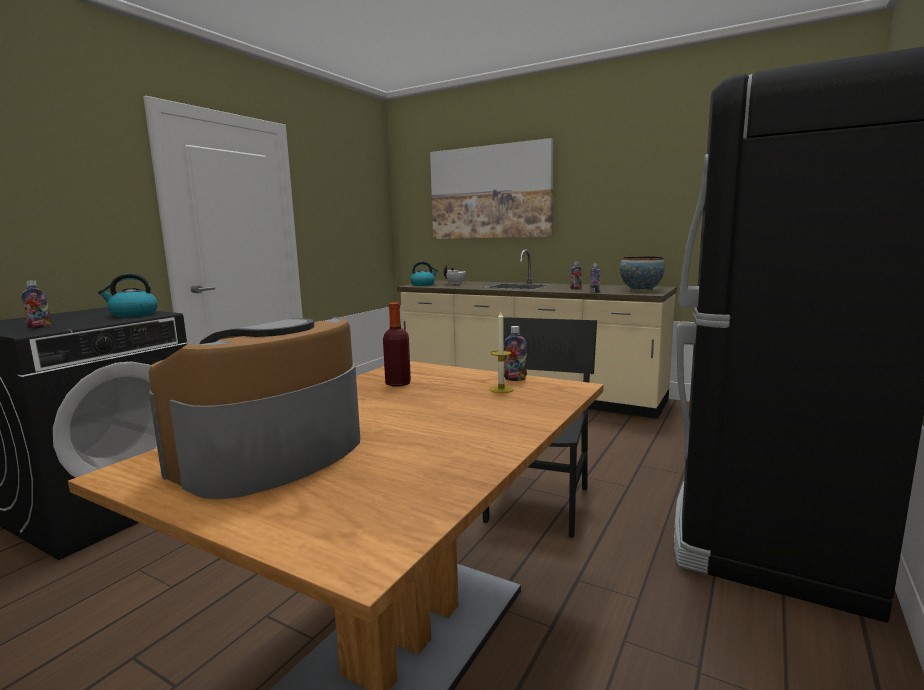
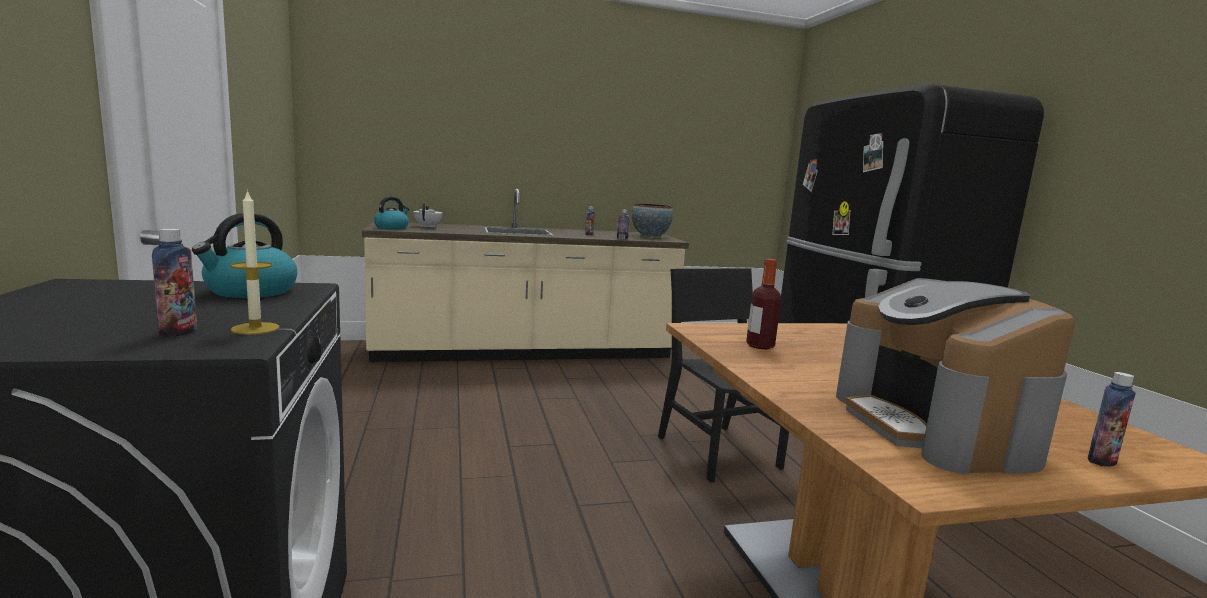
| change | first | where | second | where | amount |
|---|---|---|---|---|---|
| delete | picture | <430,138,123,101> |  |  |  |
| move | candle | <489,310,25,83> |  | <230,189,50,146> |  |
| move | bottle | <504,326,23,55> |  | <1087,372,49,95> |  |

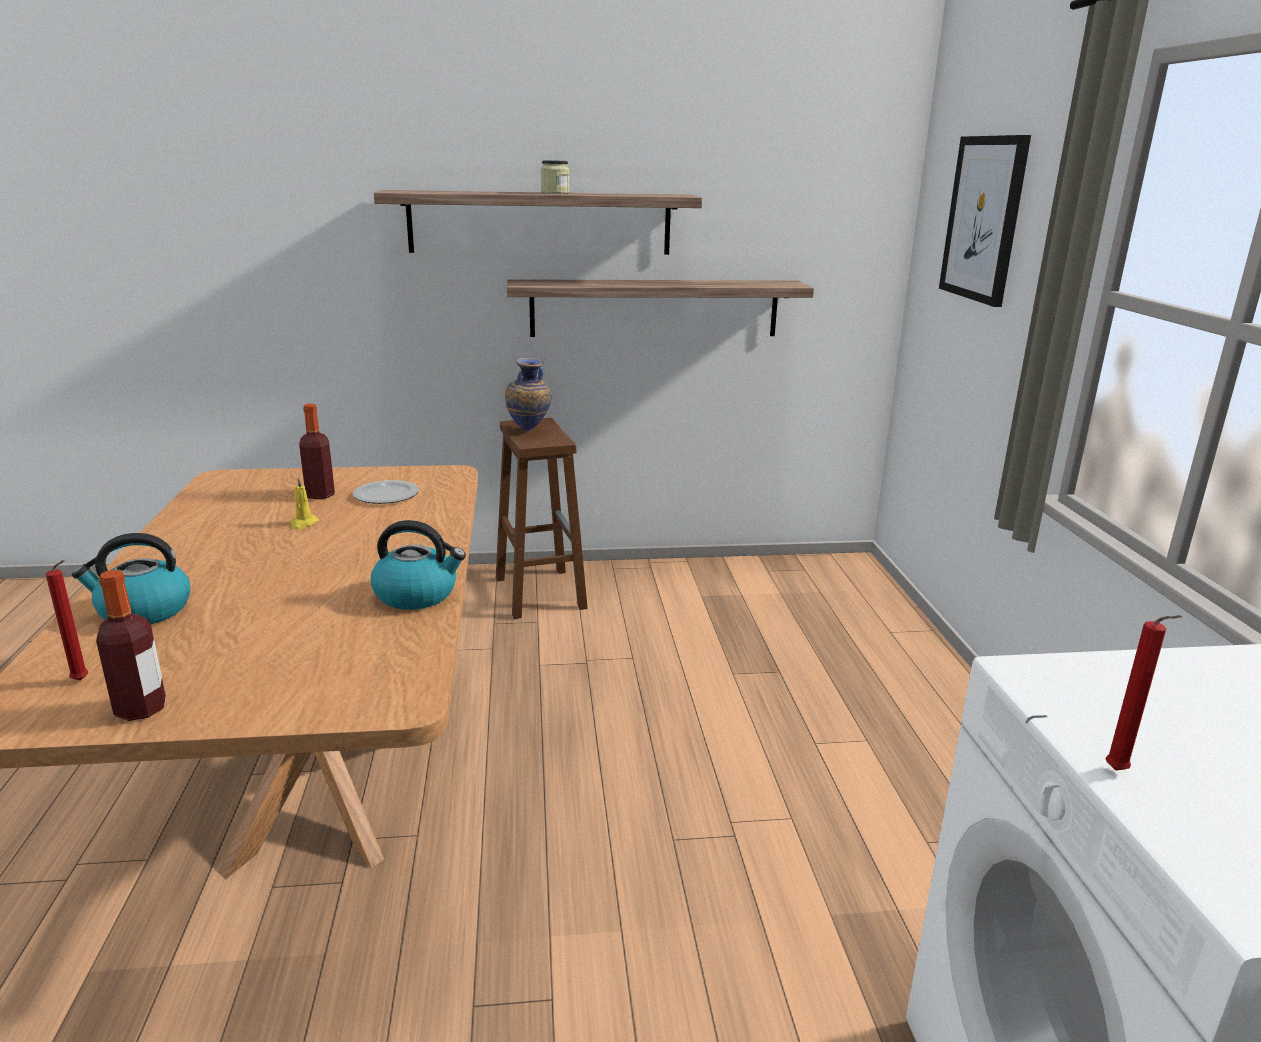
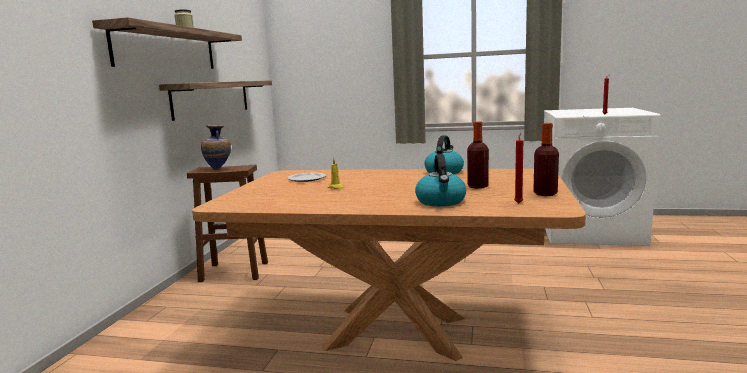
| change | first | where | second | where | amount |
|---|---|---|---|---|---|
| delete | picture | <939,135,92,172> |  |  |  |
| move | bottle | <299,404,36,95> |  | <467,122,22,67> |  |

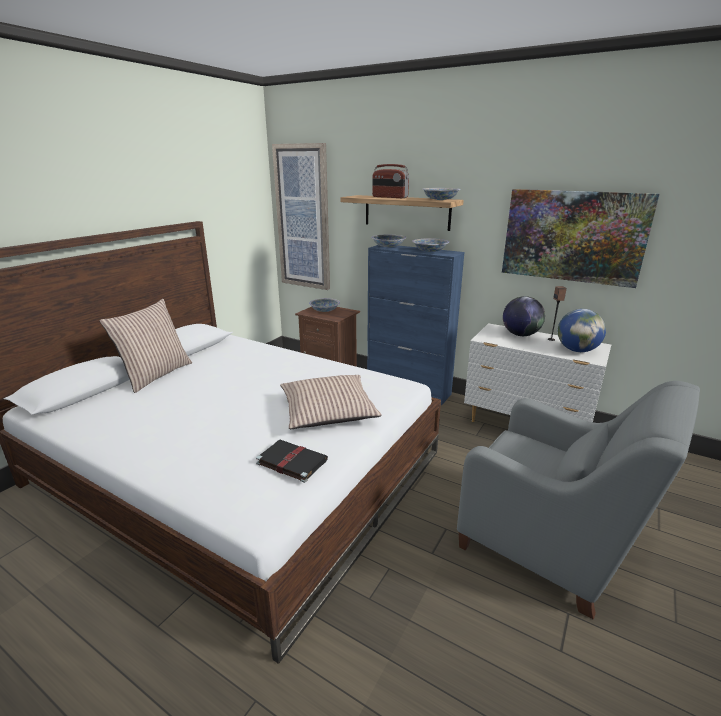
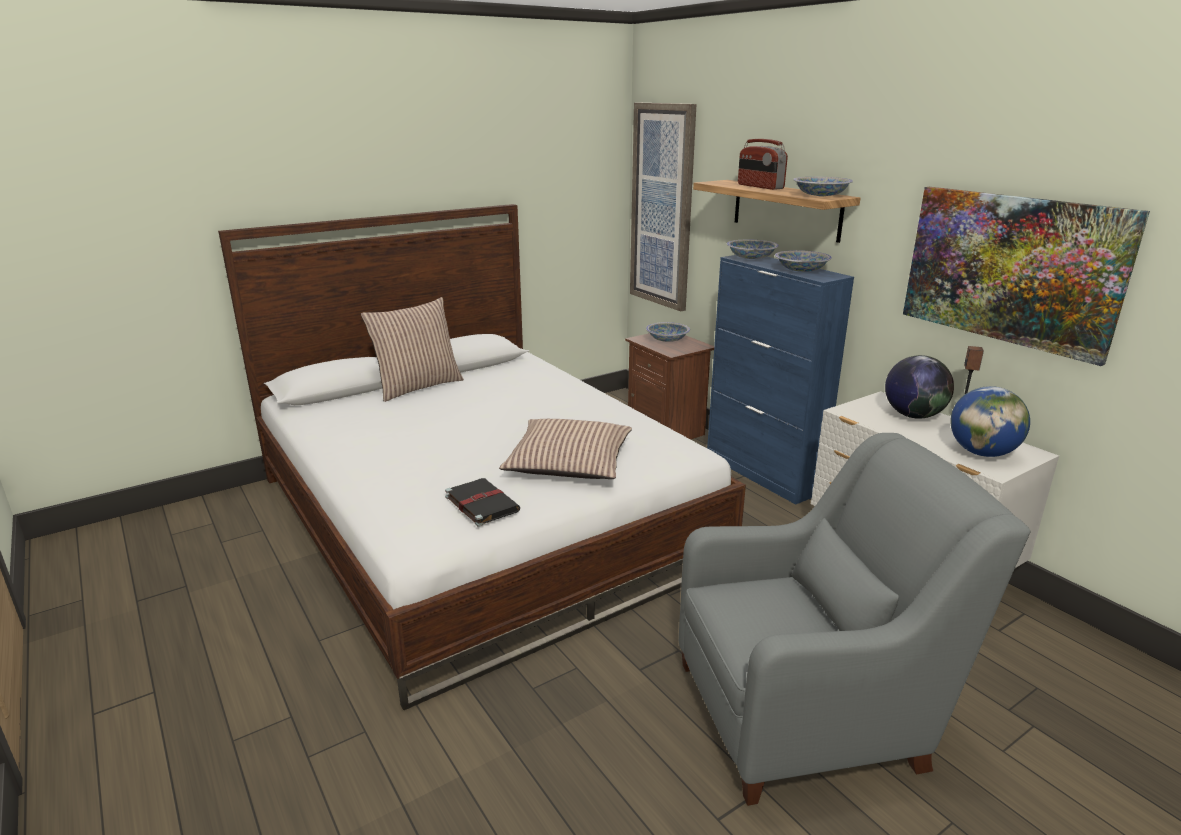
| change | first | where | second | where | amount |
|---|---|---|---|---|---|
| rotate | armchair (grey) | <457,381,243,239> |  | <679,433,352,373> | 75 degrees counterclockwise |

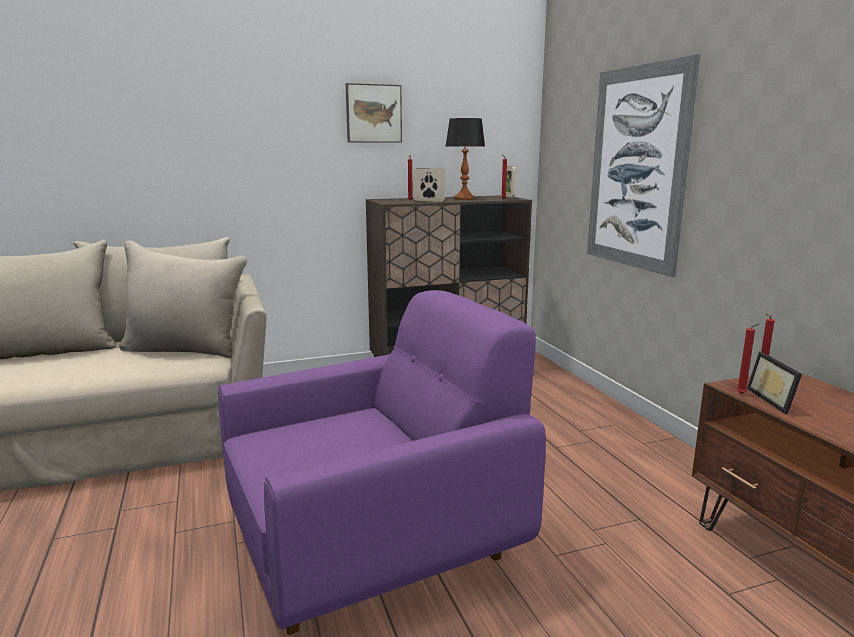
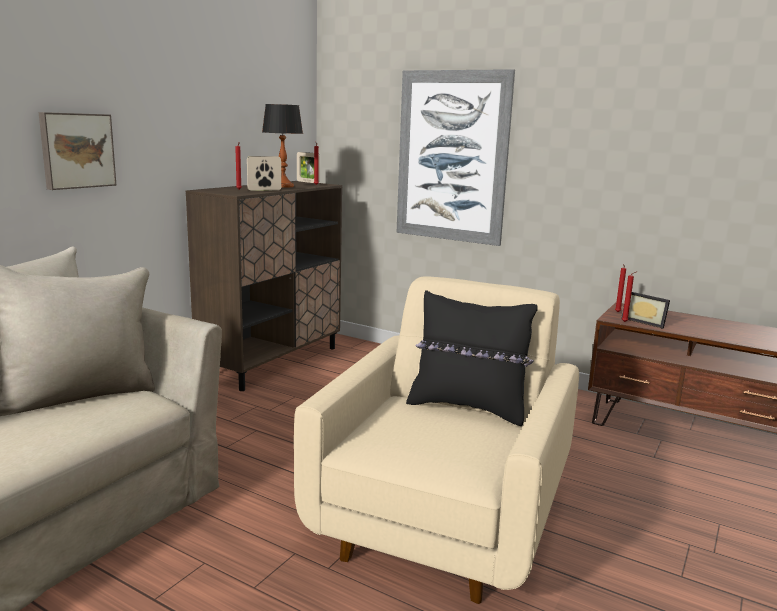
| change | first | where | second | where | amount |
|---|---|---|---|---|---|
| insert |  |  | pillow (black) | <406,290,132,136> |  |
| move | picture | <346,83,56,60> |  | <39,112,77,78> |  |
| recolor | armchair (purple) | <218,290,328,345> | armchair (beige) | <294,276,285,328> |  |

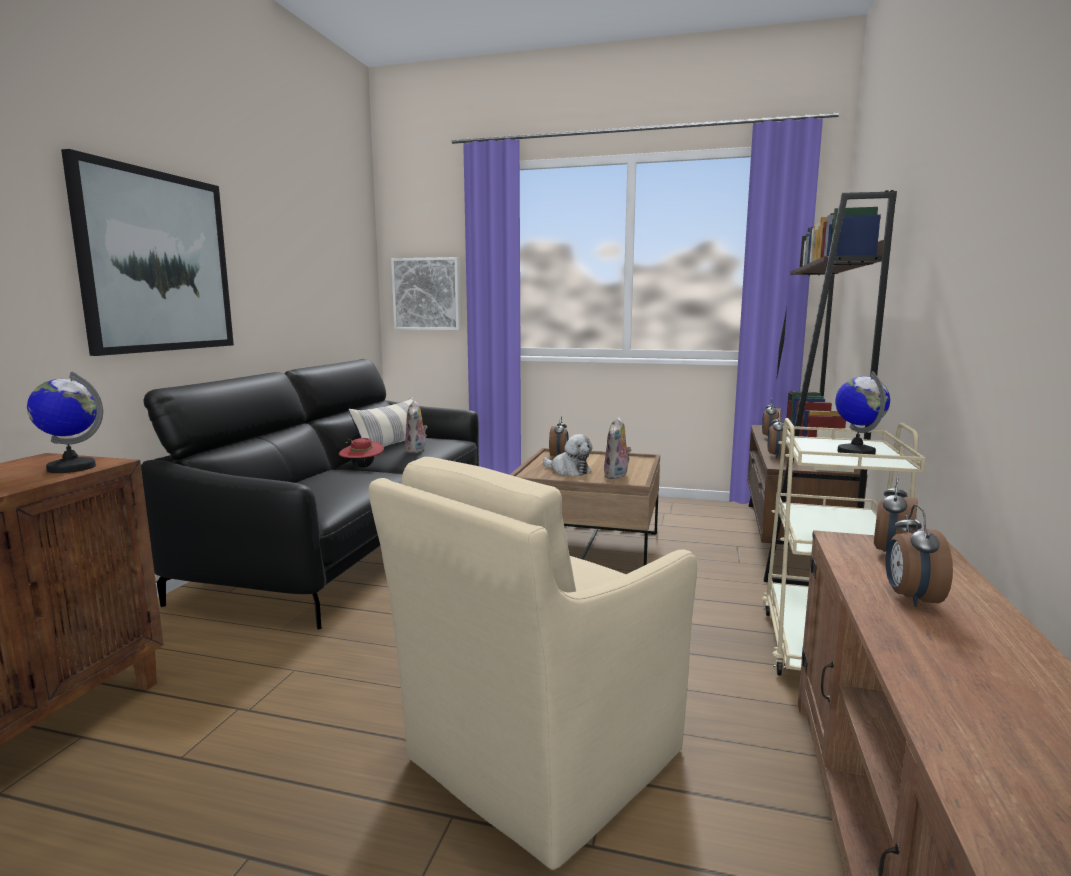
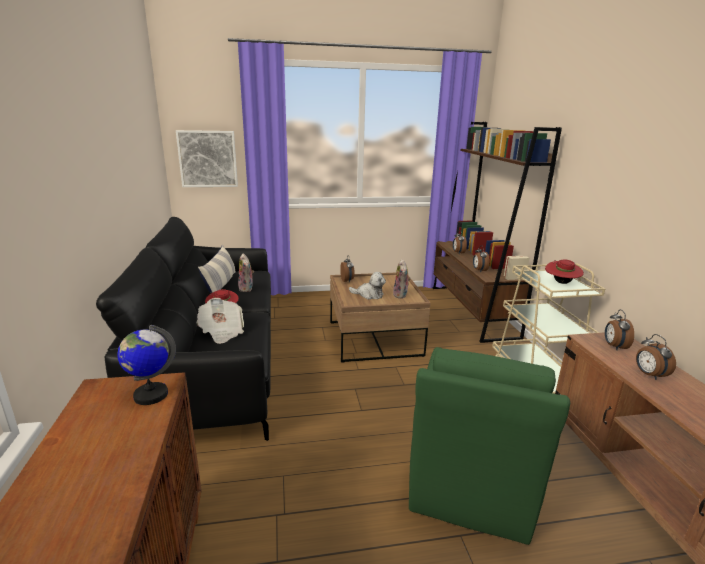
| change | first | where | second | where | amount |
|---|---|---|---|---|---|
| delete | picture | <61,149,173,207> |  |  |  |
| insert |  |  | newspaper | <196,298,48,46> |  |
| replace | globe | <835,371,55,83> | hat (red) | <545,260,39,24> |  |
| recolor | armchair (beige) | <369,457,328,413> | armchair (green) | <409,347,161,198> |  |

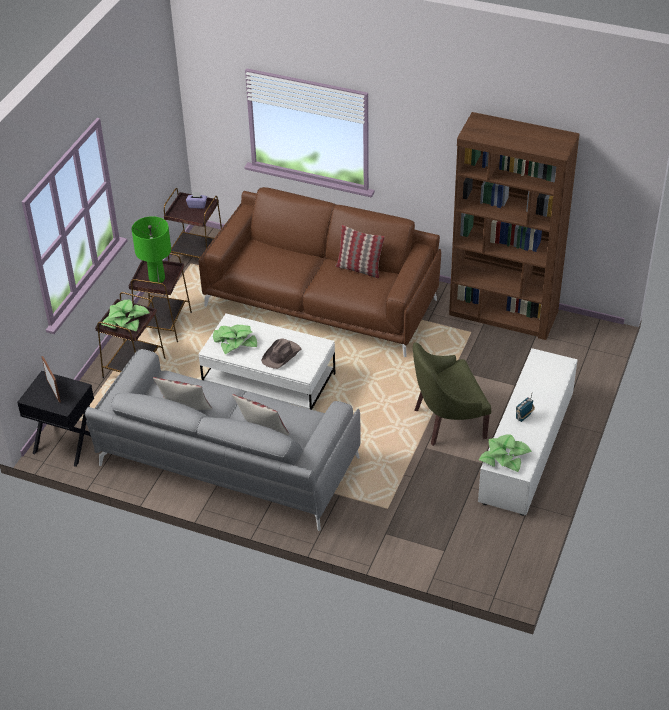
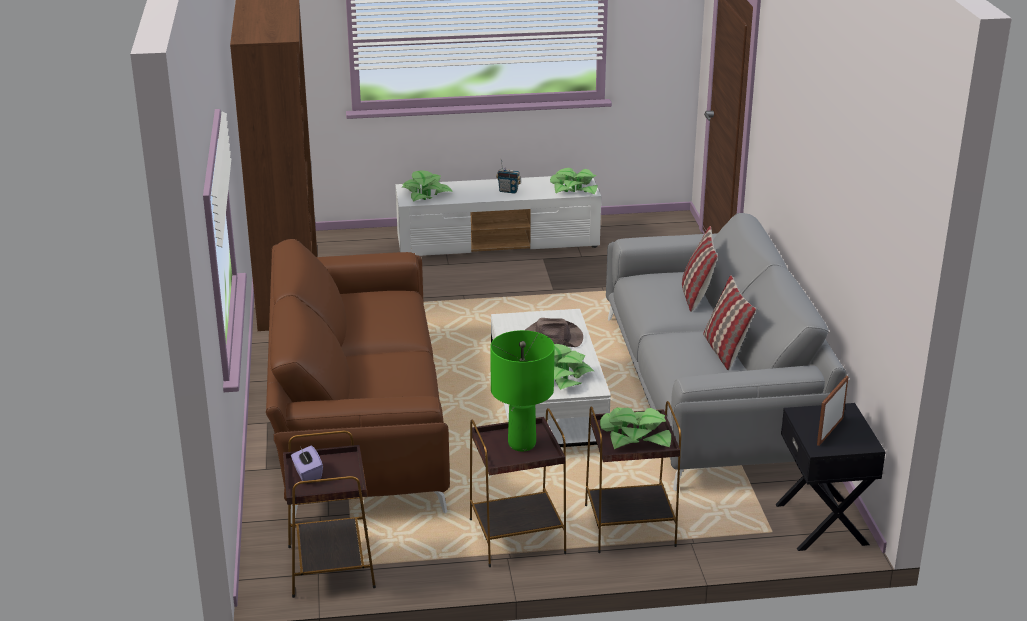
| change | first | where | second | where | amount |
|---|---|---|---|---|---|
| delete | pillow | <336,225,49,53> |  |  |  |
| delete | armchair (green) | <413,342,78,104> |  |  |  |
| insert |  |  | potted plant | <401,170,52,32> |  |

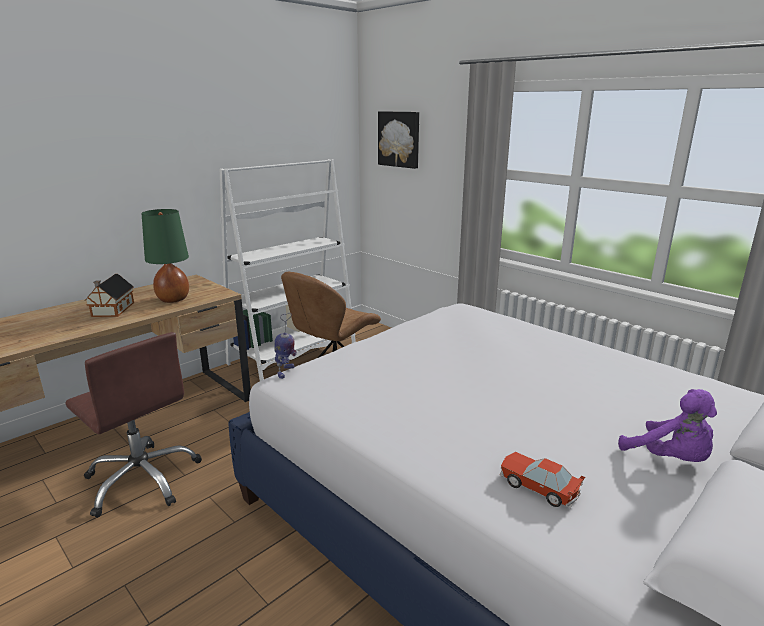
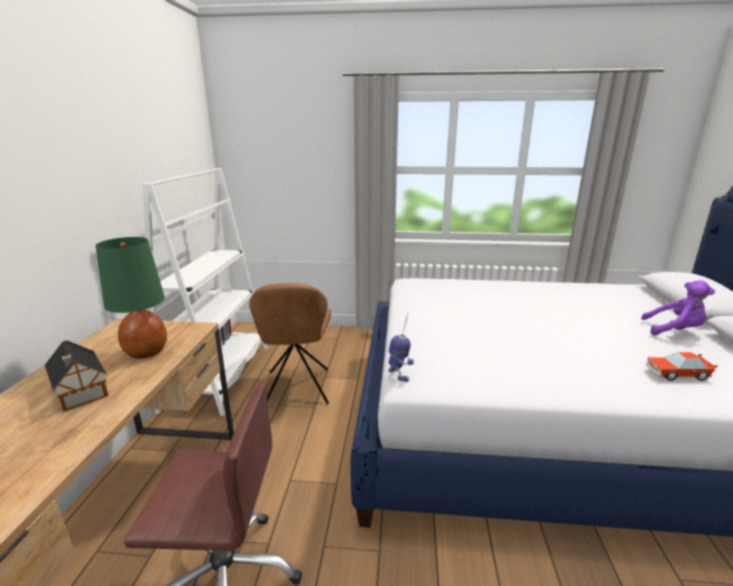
| change | first | where | second | where | amount |
|---|---|---|---|---|---|
| delete | picture | <378,111,41,58> |  |  |  |

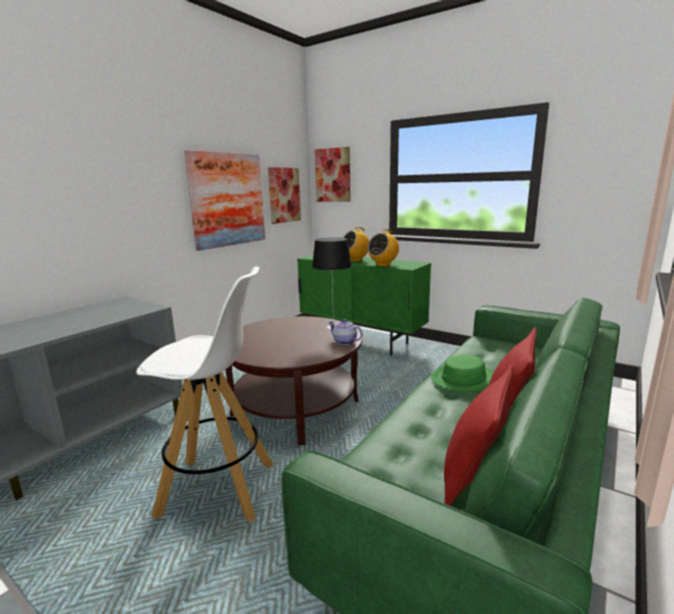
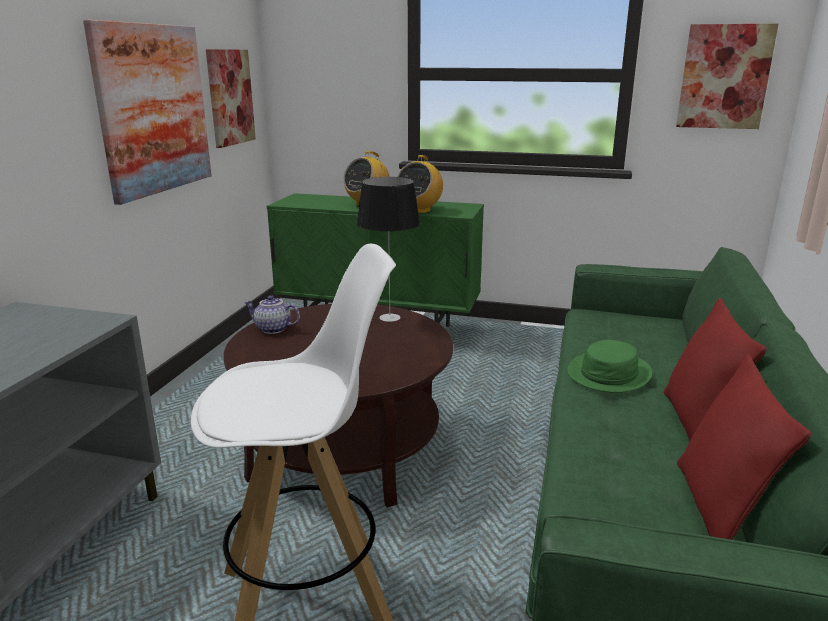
| change | first | where | second | where | amount |
|---|---|---|---|---|---|
| move | picture | <314,147,37,55> |  | <676,24,102,105> |  |
| move | teapot | <328,319,34,26> |  | <244,295,56,39> |  |

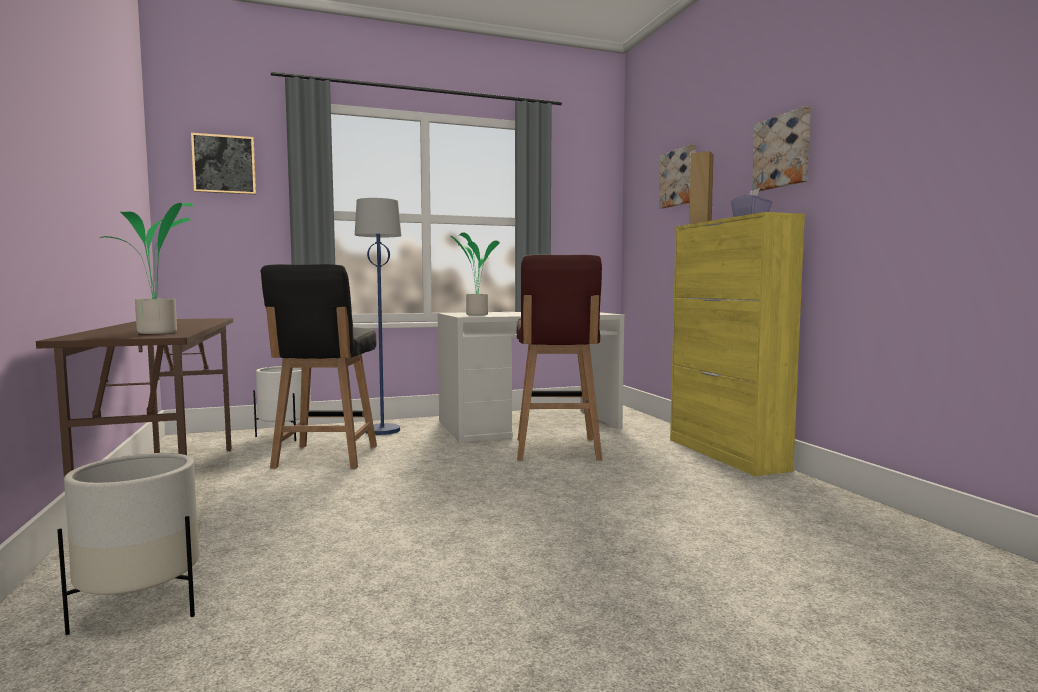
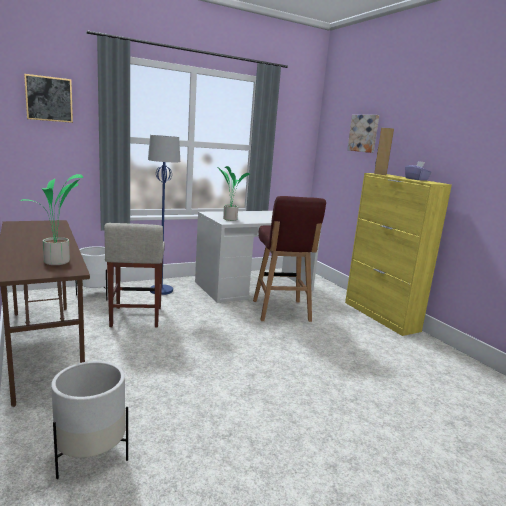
| change | first | where | second | where | amount |
|---|---|---|---|---|---|
| delete | picture | <752,106,59,86> |  |  |  |
| replace | chair (black) | <261,264,116,205> | stool (beige) | <104,223,61,104> |  |

